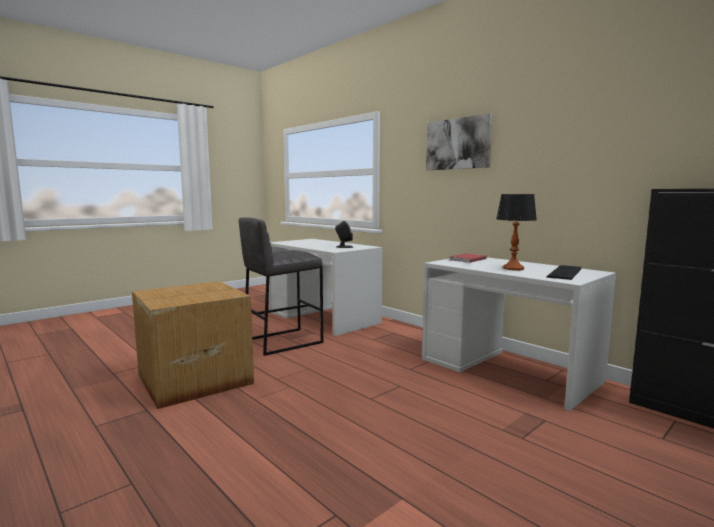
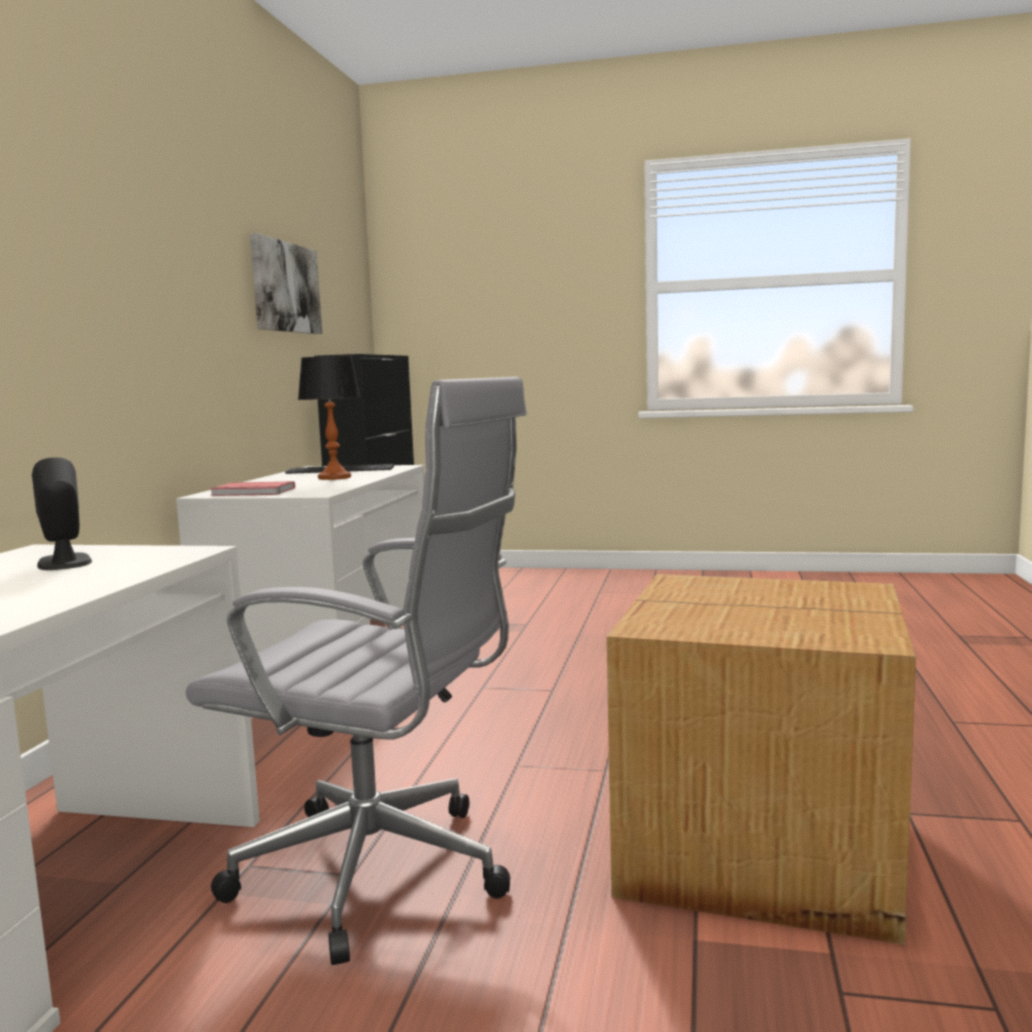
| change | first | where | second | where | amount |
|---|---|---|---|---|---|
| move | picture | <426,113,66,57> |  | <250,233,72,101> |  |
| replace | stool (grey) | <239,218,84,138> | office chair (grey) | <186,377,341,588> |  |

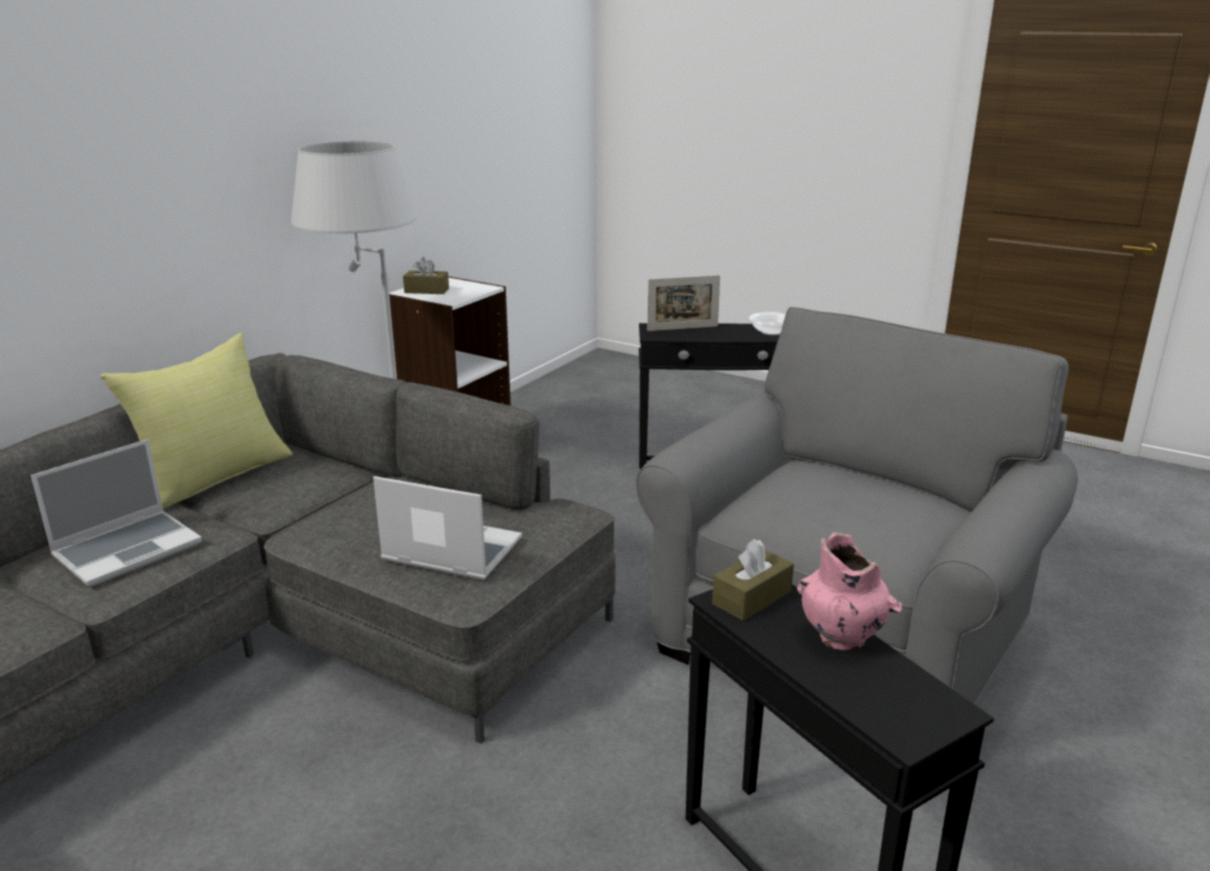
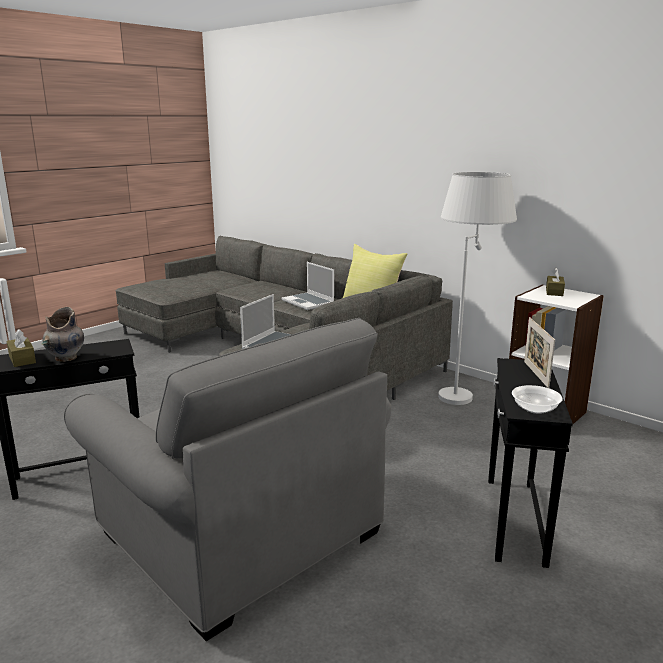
| change | first | where | second | where | amount |
|---|---|---|---|---|---|
| move | tissue box (brown) | <712,539,82,82> |  | <7,329,29,38> |  |
| recolor | vase (pink) | <797,532,105,119> | vase (grey) | <41,307,43,55> |  |

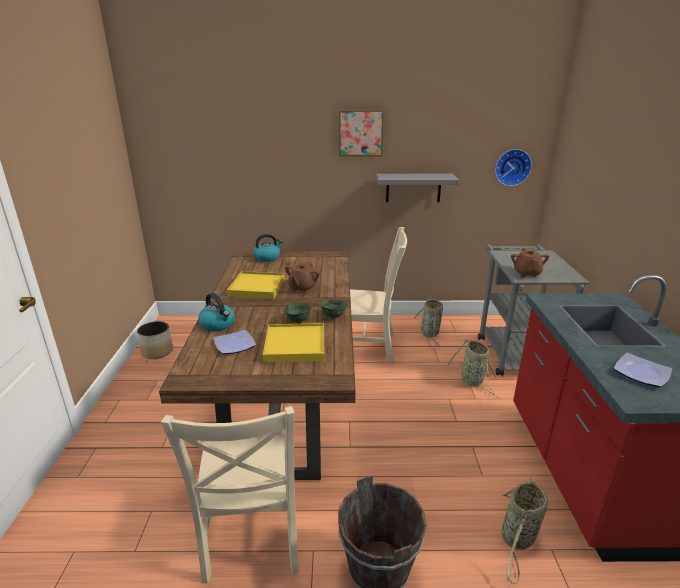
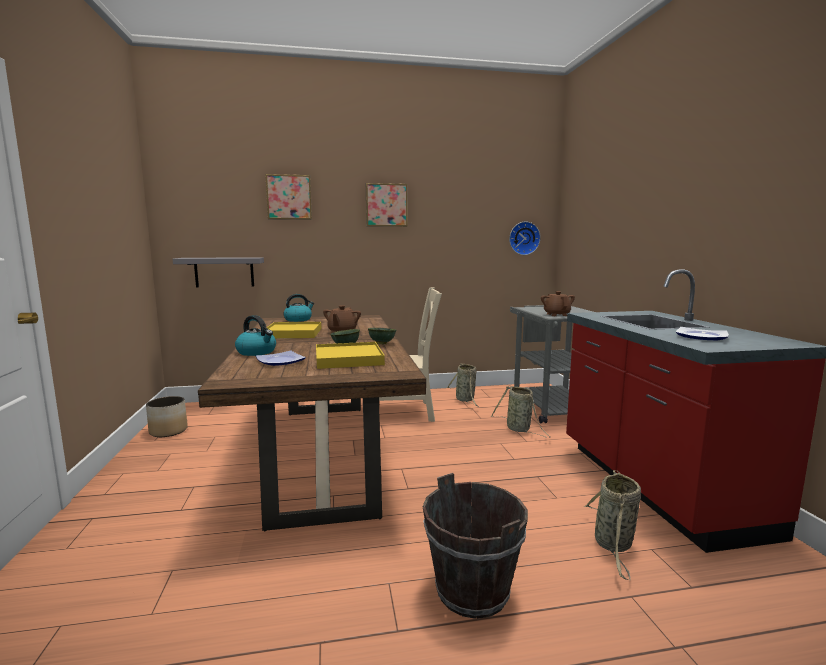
| change | first | where | second | where | amount |
|---|---|---|---|---|---|
| delete | chair (beige) | <161,406,138,178> |  |  |  |
| insert |  |  | picture | <265,174,47,46> |  |
| move | shelf (grey) | <376,174,83,28> |  | <173,257,91,30> |  |

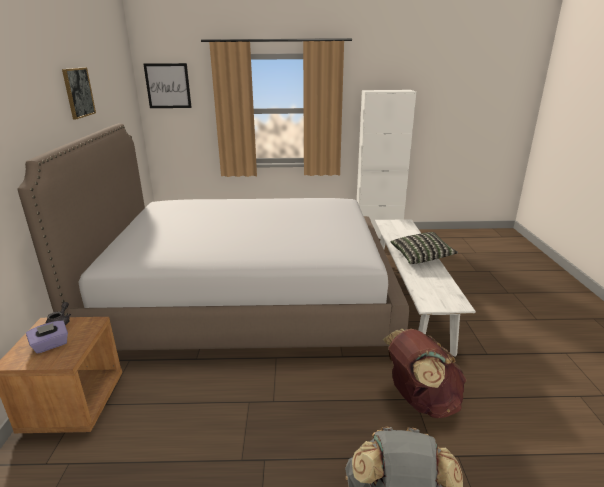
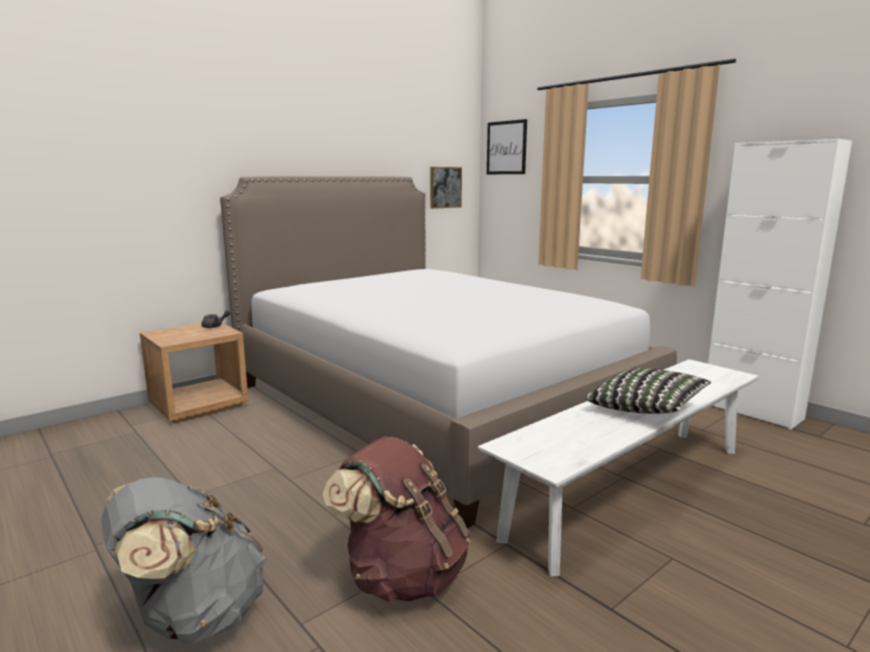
| change | first | where | second | where | amount |
|---|---|---|---|---|---|
| delete | tissue box (purple) | <26,320,42,34> |  |  |  |
| move | picture | <62,67,34,52> |  | <430,167,32,42> |  |

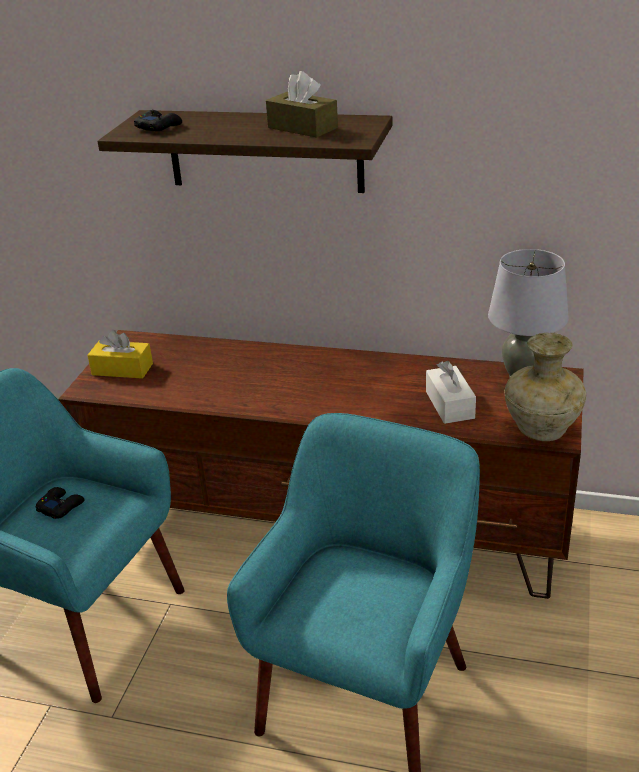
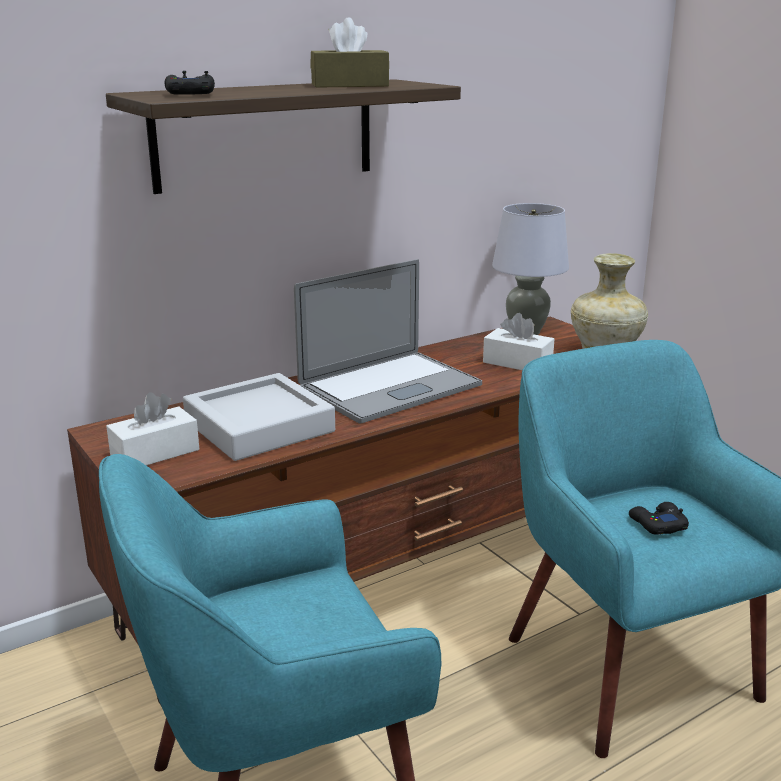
| change | first | where | second | where | amount |
|---|---|---|---|---|---|
| insert |  |  | tray (grey) | <183,373,152,88> |  |
| insert |  |  | laptop | <294,259,188,165> |  |
| move | game controller (black) | <35,487,50,32> |  | <629,502,60,33> |  |
| recolor | tissue box (yellow) | <87,330,66,49> | tissue box (white) | <106,392,93,73> |  |

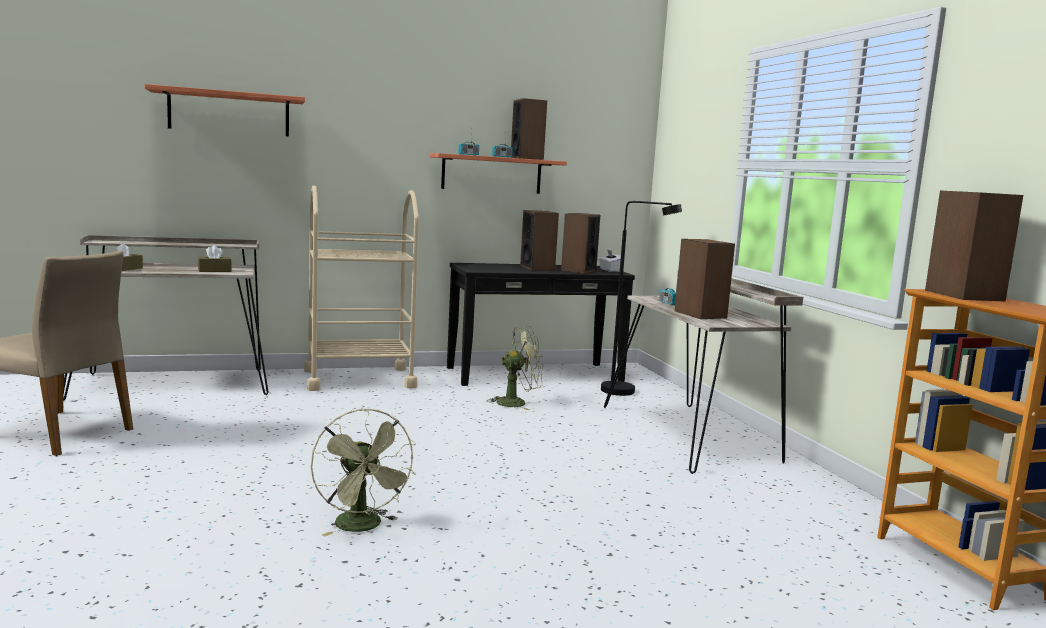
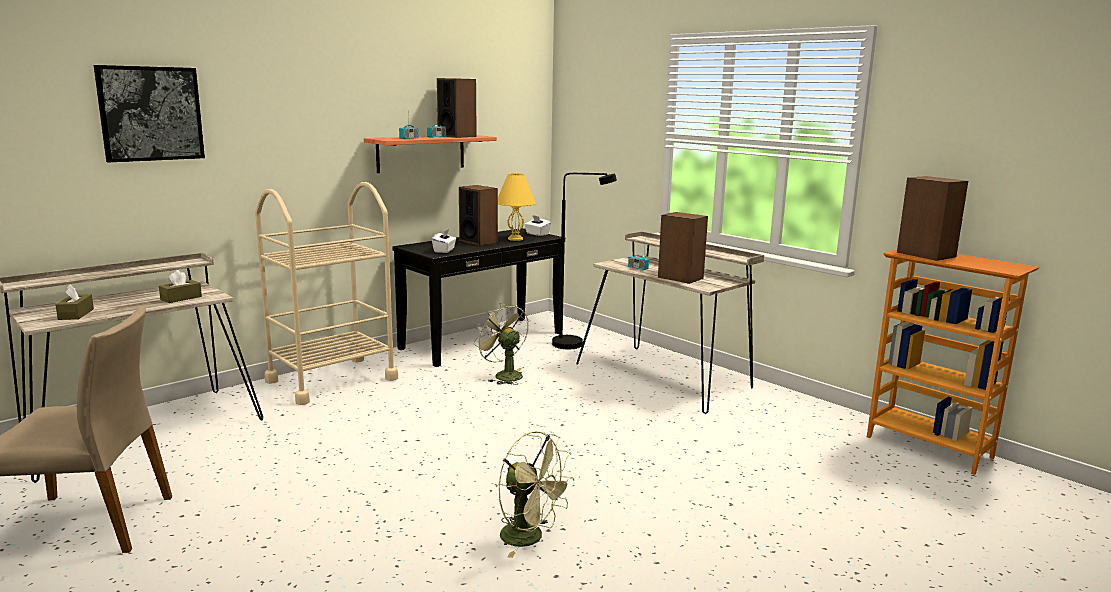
| change | first | where | second | where | amount |
|---|---|---|---|---|---|
| insert |  |  | tissue box (white) | <432,229,24,24> |  |
| replace | shelf | <145,84,160,52> | picture | <94,65,111,98> |  |
| replace | speaker | <561,213,39,61> | table lamp (yellow) | <498,173,38,68> |  |
| rotate | fan (green) | <487,326,57,84> |  | <473,303,55,82> | 90 degrees counterclockwise |

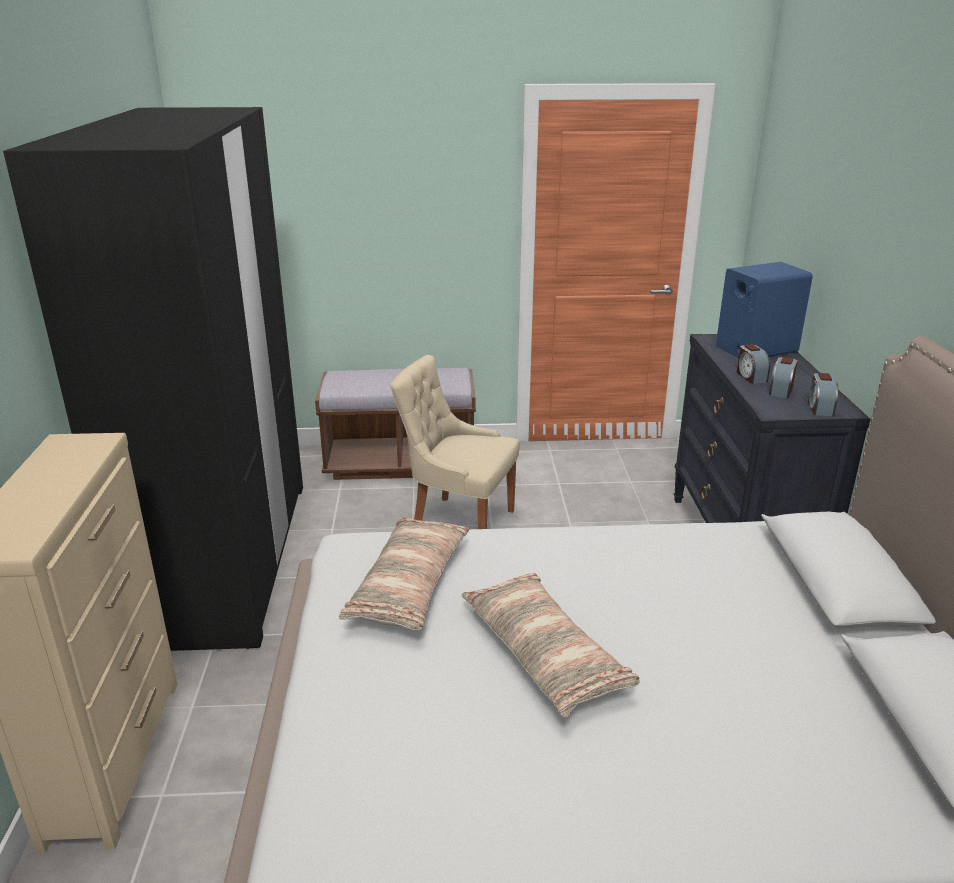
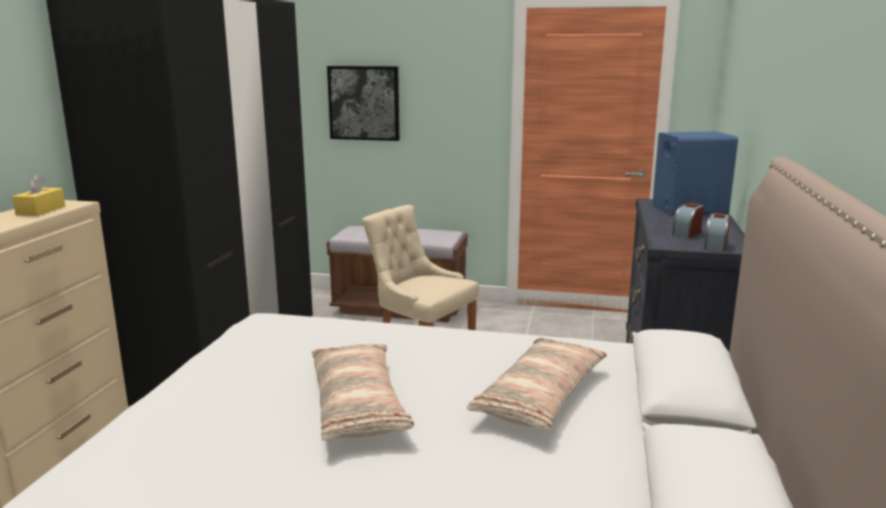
| change | first | where | second | where | amount |
|---|---|---|---|---|---|
| delete | alarm clock | <737,344,33,40> |  |  |  |
| insert |  |  | tissue box (yellow) | <12,174,53,42> |  |
| insert |  |  | picture | <327,66,73,75> |  |
| move | pillow | <339,517,130,113> |  | <467,338,140,92> |  |

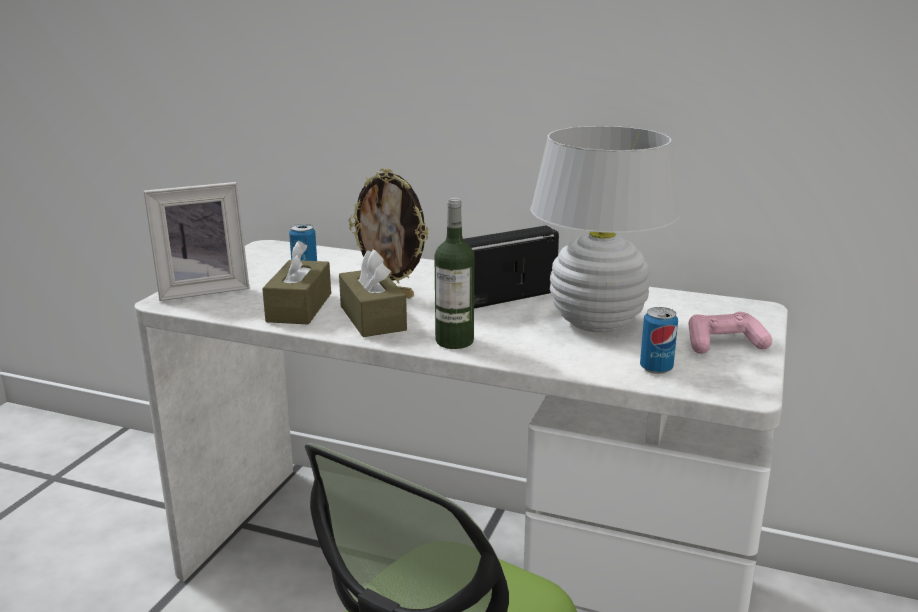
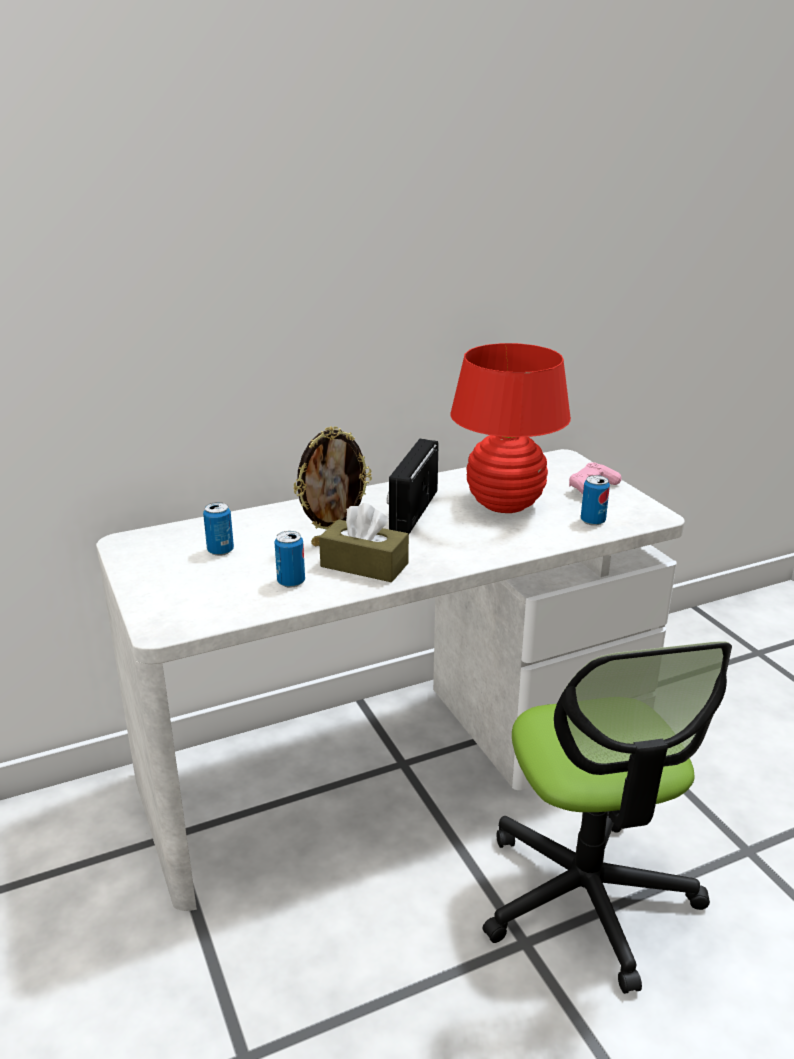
| change | first | where | second | where | amount |
|---|---|---|---|---|---|
| delete | picture frame | <143,182,107,119> |  |  |  |
| delete | bottle | <435,198,39,151> |  |  |  |
| replace | tissue box (brown) | <262,241,69,84> | can | <274,531,31,57> |  |
| recolor | table lamp (white) | <530,126,150,206> | table lamp (red) | <450,343,121,170> |  |

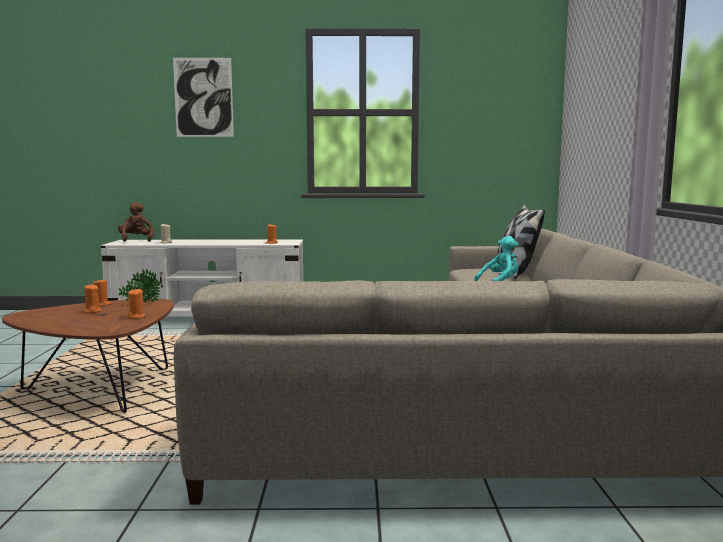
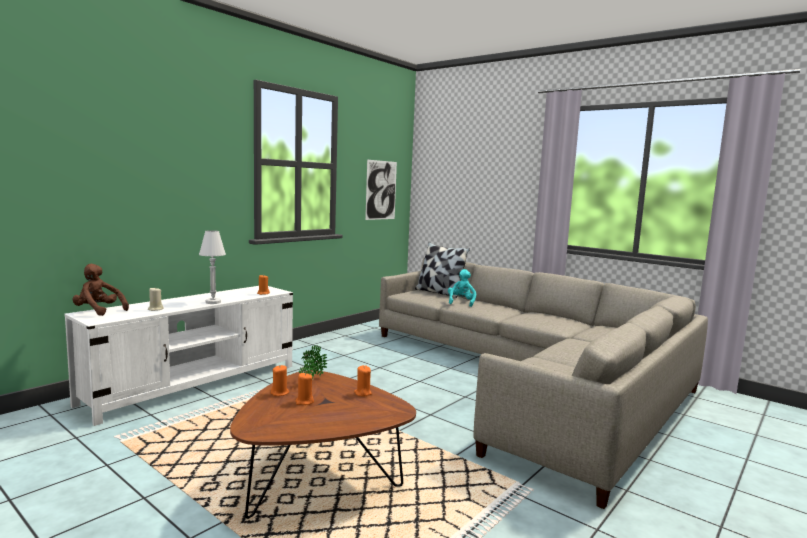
| change | first | where | second | where | amount |
|---|---|---|---|---|---|
| insert |  |  | table lamp (white) | <199,230,27,74> |  |
| move | picture | <173,58,61,79> |  | <365,160,32,60> |  |

